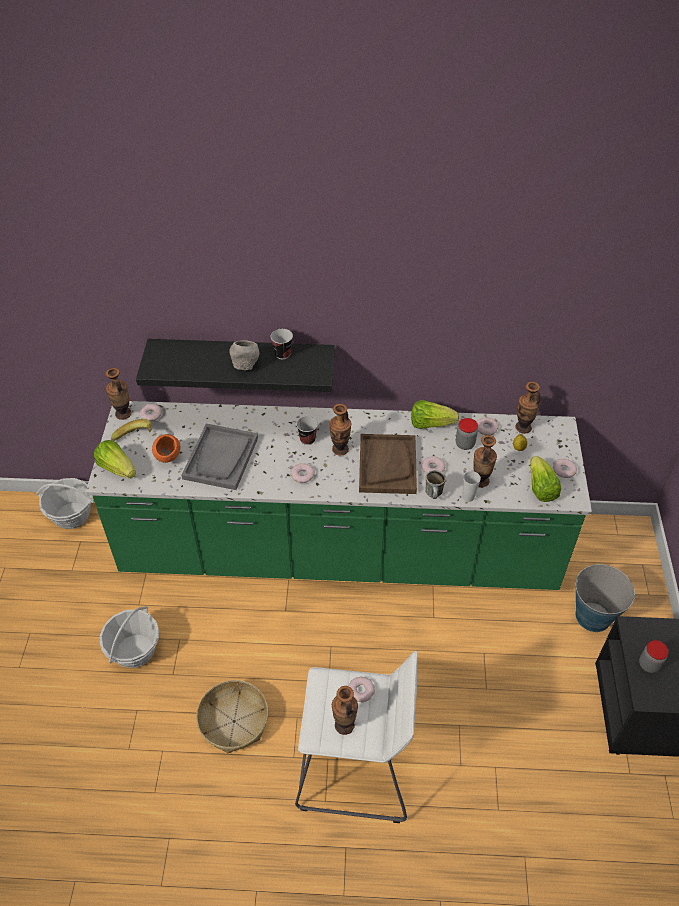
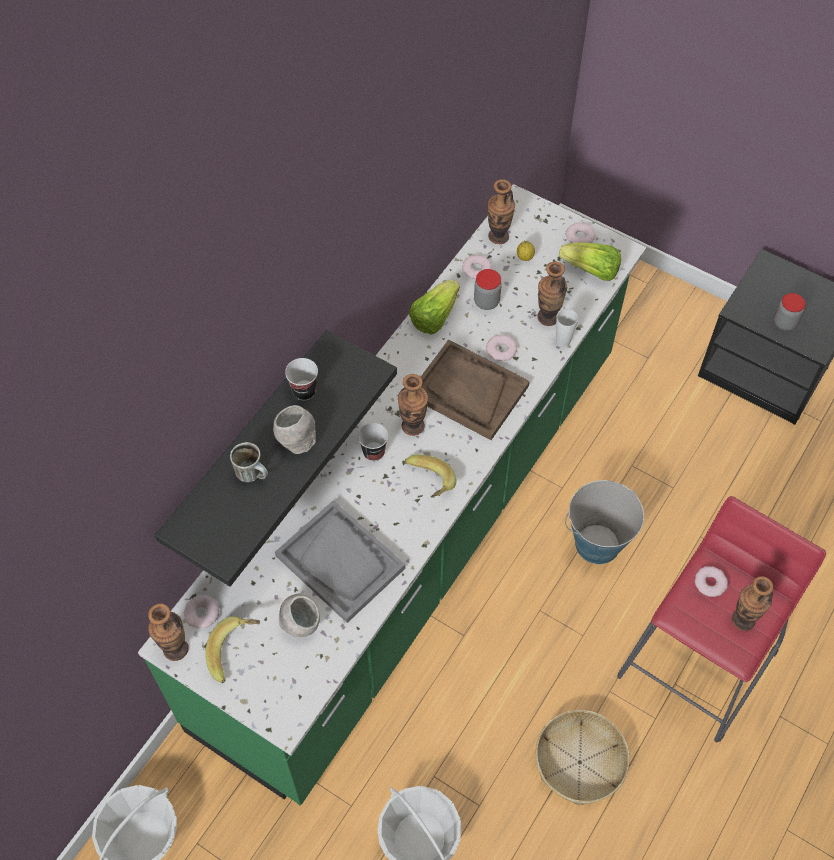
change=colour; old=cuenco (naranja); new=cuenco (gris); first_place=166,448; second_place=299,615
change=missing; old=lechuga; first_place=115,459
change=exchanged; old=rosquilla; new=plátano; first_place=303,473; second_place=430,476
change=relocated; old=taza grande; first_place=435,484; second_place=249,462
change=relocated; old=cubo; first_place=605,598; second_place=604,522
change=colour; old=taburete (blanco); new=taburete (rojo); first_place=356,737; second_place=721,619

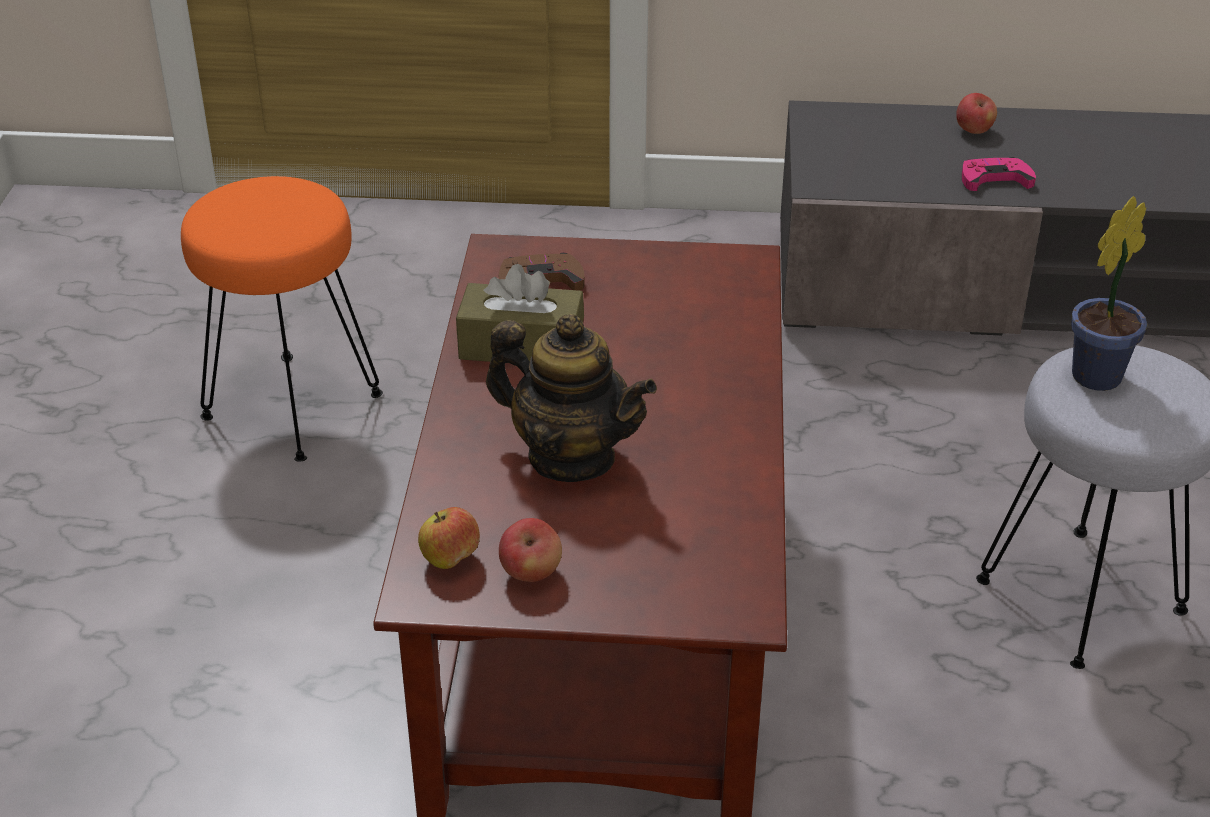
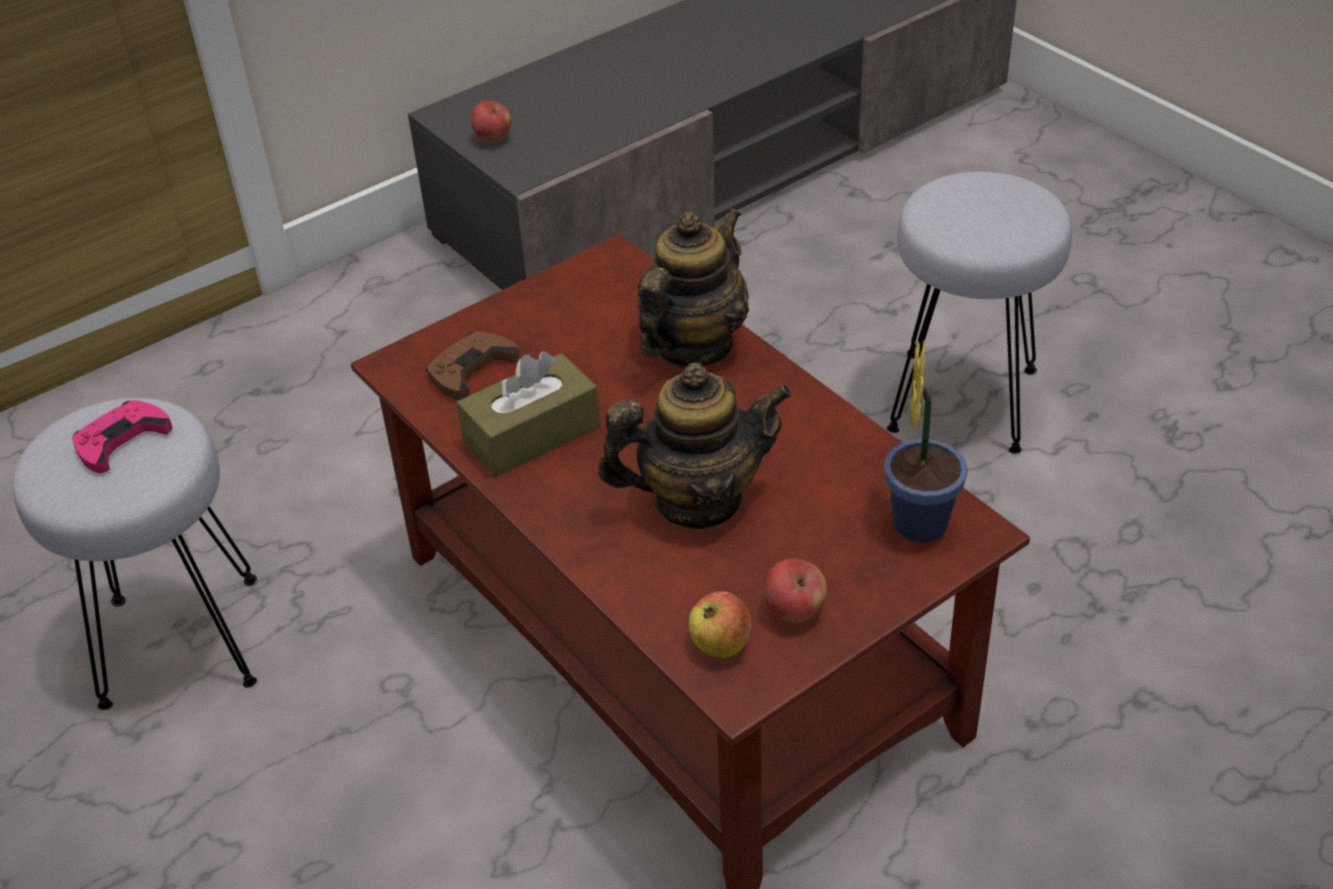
change=relocated; old=manzana; first_place=976,113; second_place=491,121
change=relocated; old=mando de consola (rosa); first_place=999,174; second_place=122,436
change=colour; old=taburete (naranja); new=taburete (gris); first_place=282,319; second_place=135,554
change=relocated; old=planta en maceta; first_place=1109,293; second_place=926,442
change=appeared; new=tetera; second_place=693,287

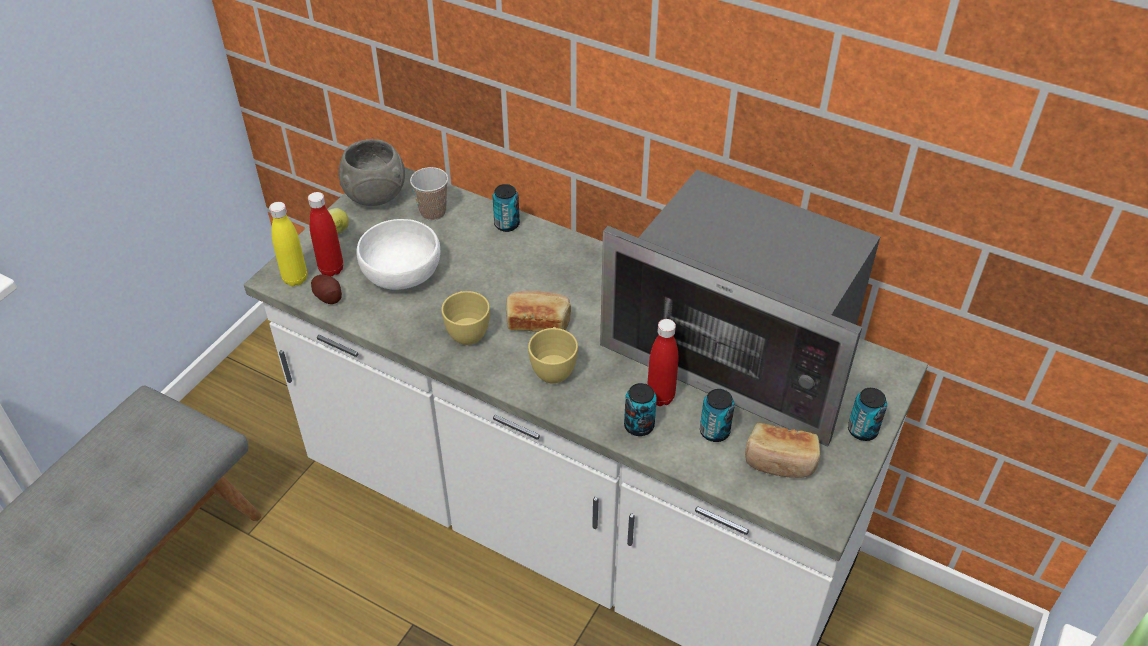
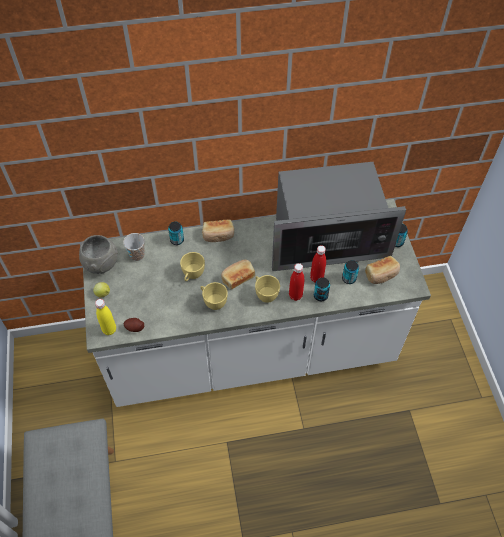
change=relocated; old=botella (rojo); first_place=325,234; second_place=296,282
change=missing; old=cuenco (blanco); first_place=398,254
change=appeared; new=pan; second_place=218,231
change=appeared; new=taza (amarillo); second_place=192,266

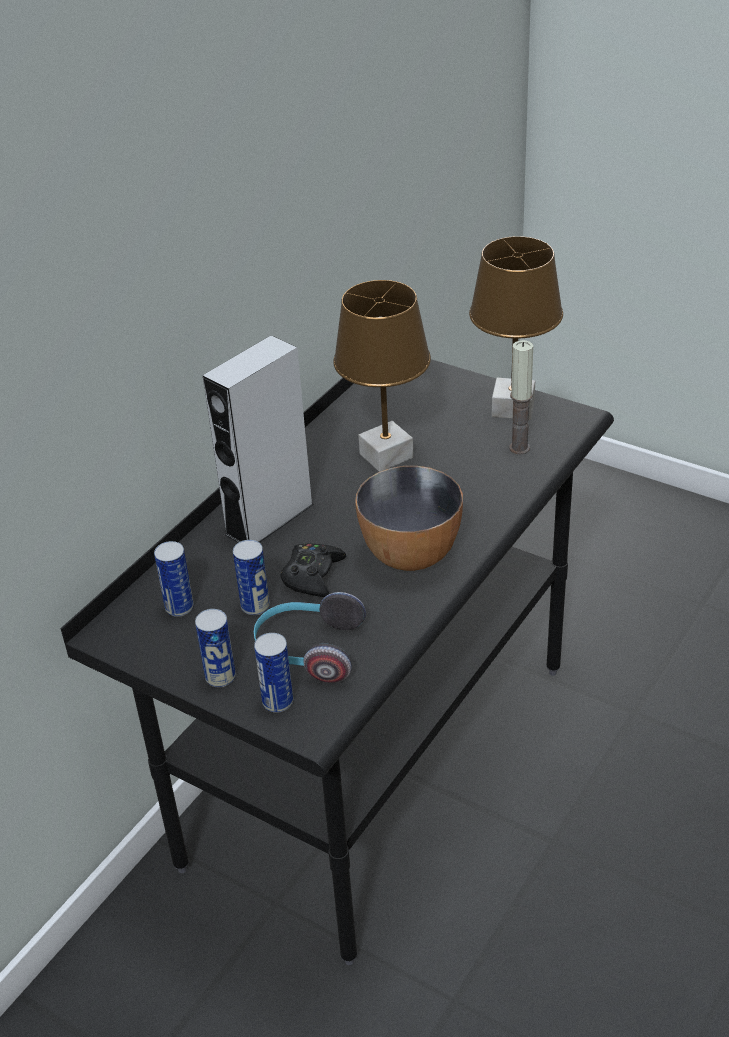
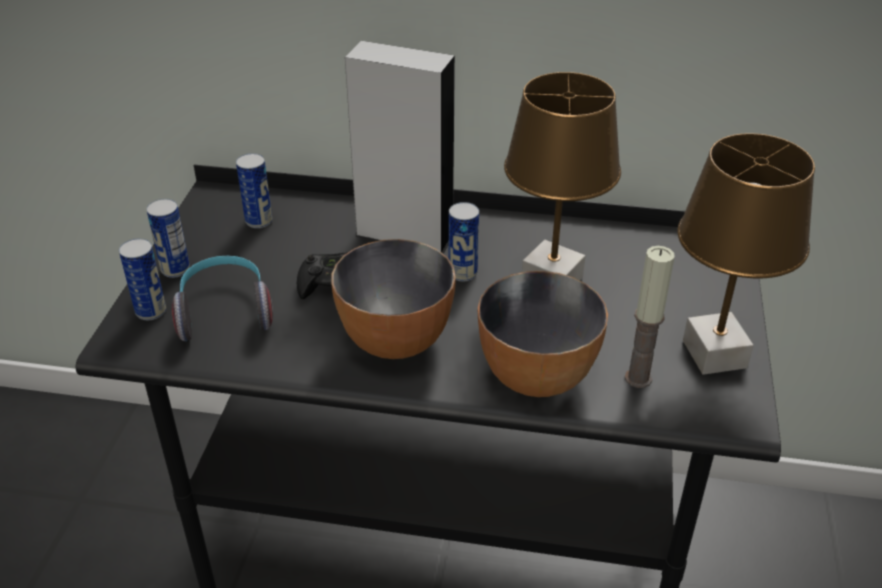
change=relocated; old=lata; first_place=251,577; second_place=464,241
change=appeared; new=cuenco; second_place=543,334

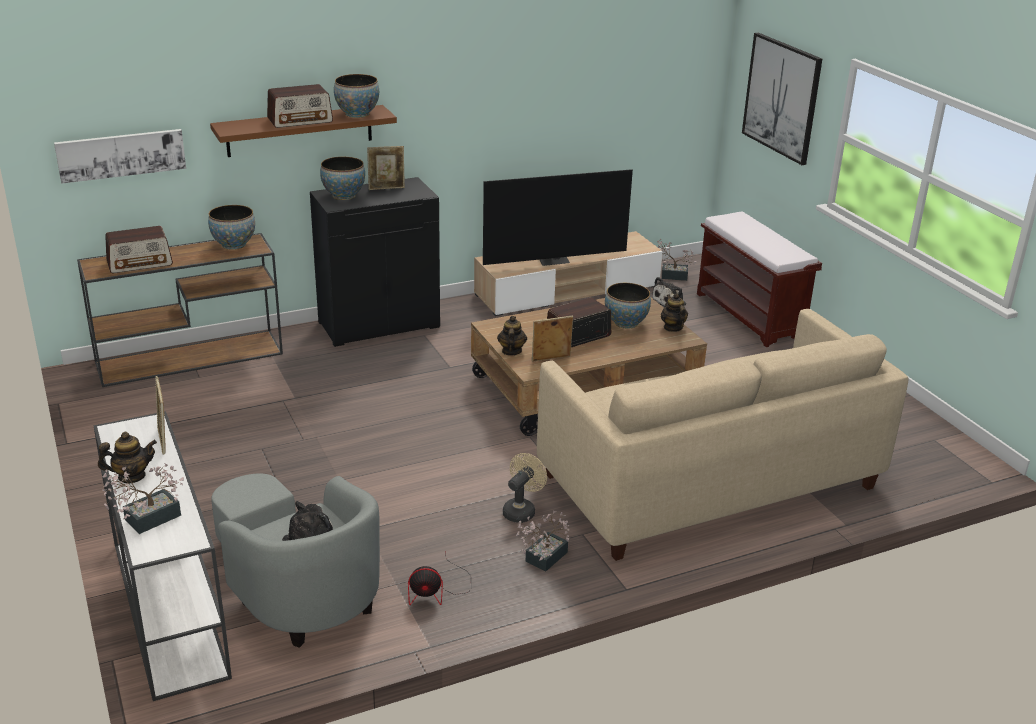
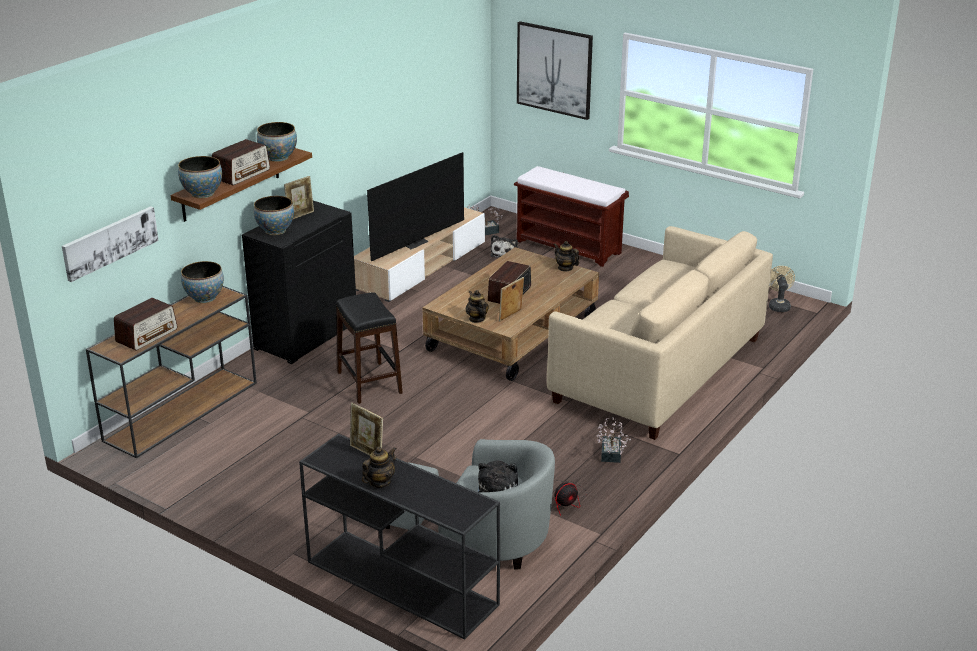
change=relocated; old=cuenco; first_place=628,306; second_place=200,177
change=colour; old=mesa consola (blanco); new=mesa consola (negro); first_place=162,556; second_place=399,536
change=relocated; old=ventilador (beis); first_place=525,488; second_place=782,289
change=missing; old=planta en maceta; first_place=143,498
change=appeared; new=taburete (negro); second_place=369,348

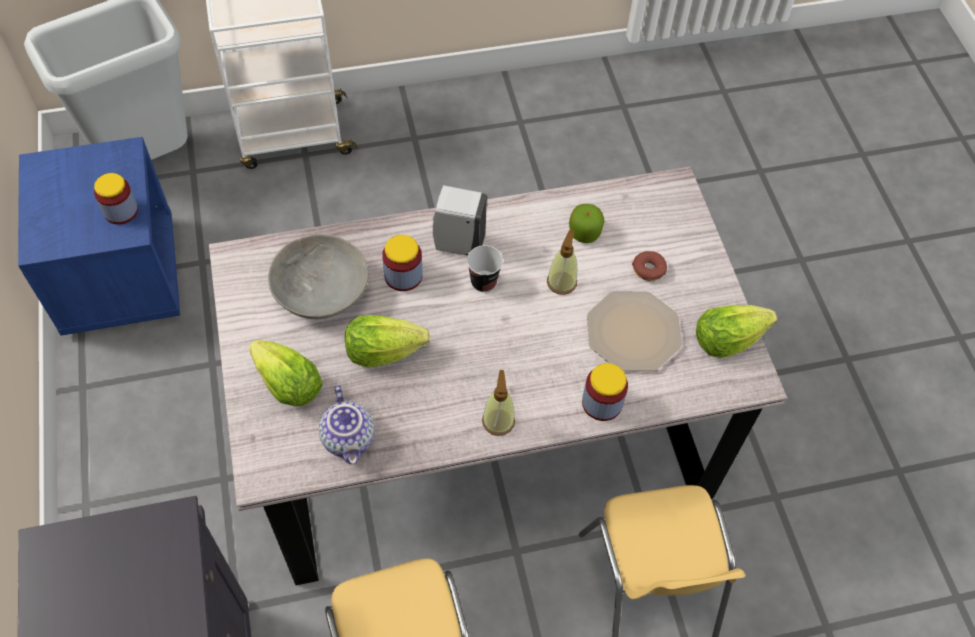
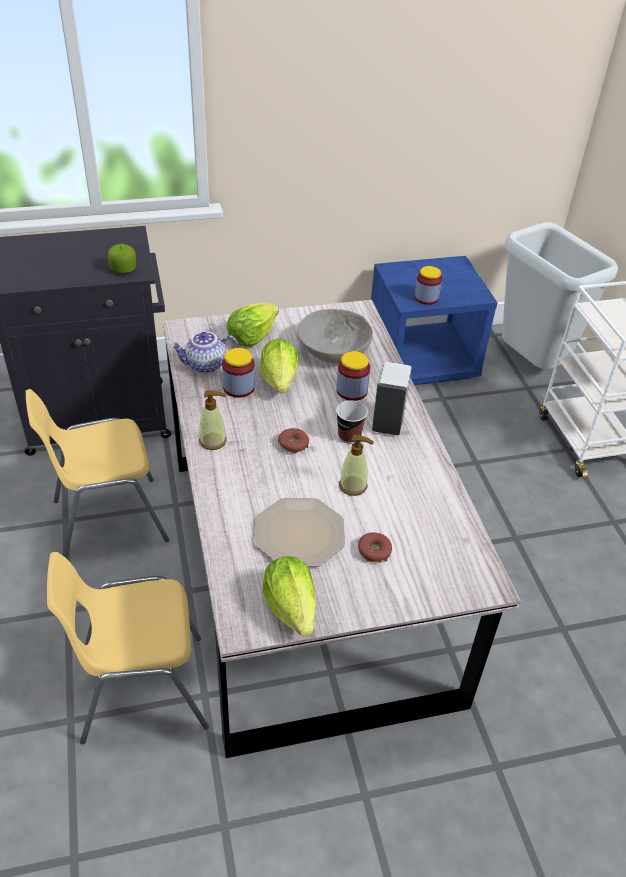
change=relocated; old=manzana; first_place=587,223; second_place=122,258
change=relocated; old=tarro; first_place=605,392; second_place=238,373
change=appeared; new=rosquilla; second_place=293,440

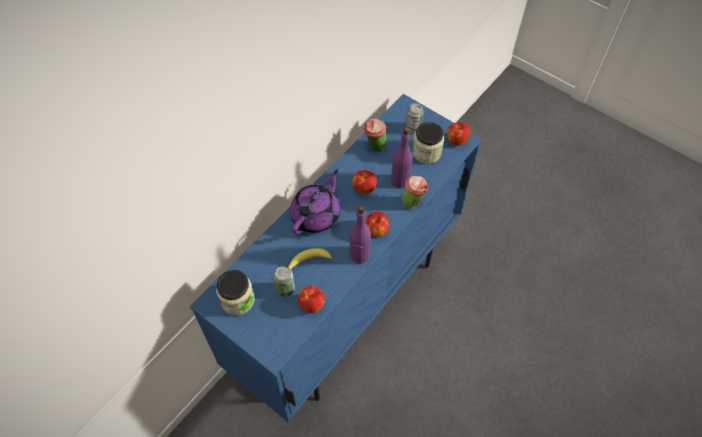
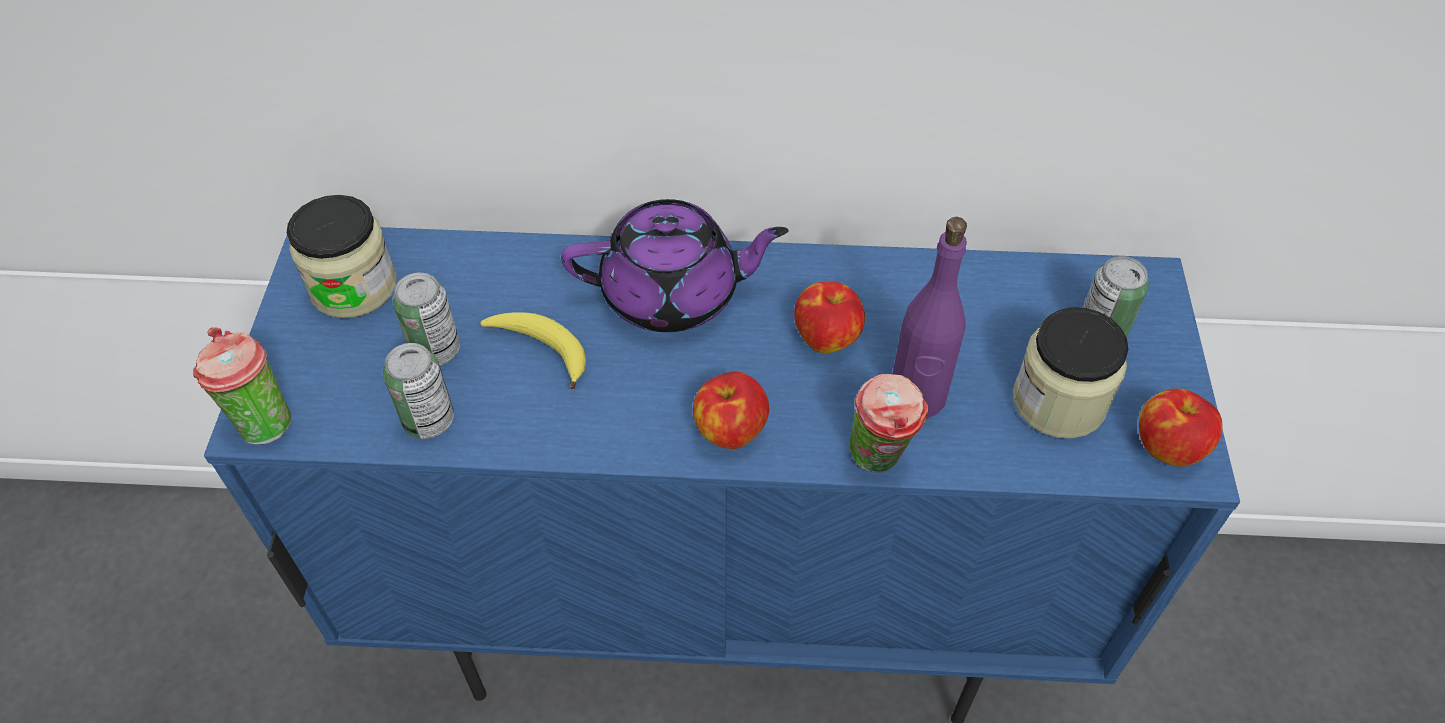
change=relocated; old=taza; first_place=375,135; second_place=242,386
change=missing; old=botella (morado); first_place=360,234
change=exchanged; old=manzana; new=lata; first_place=311,299; second_place=418,391

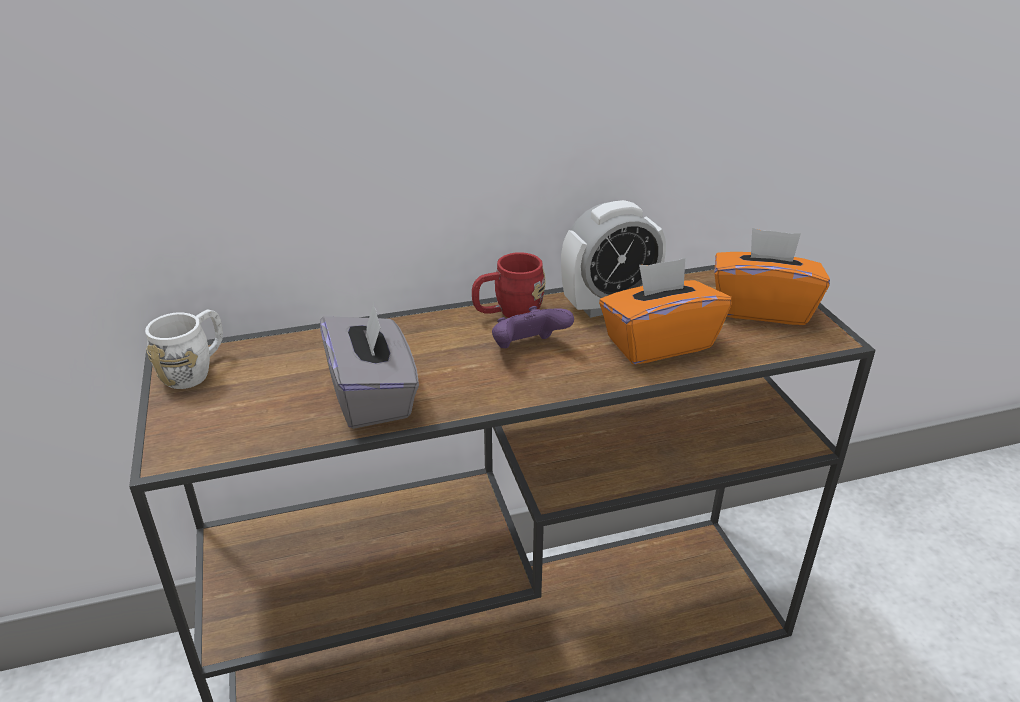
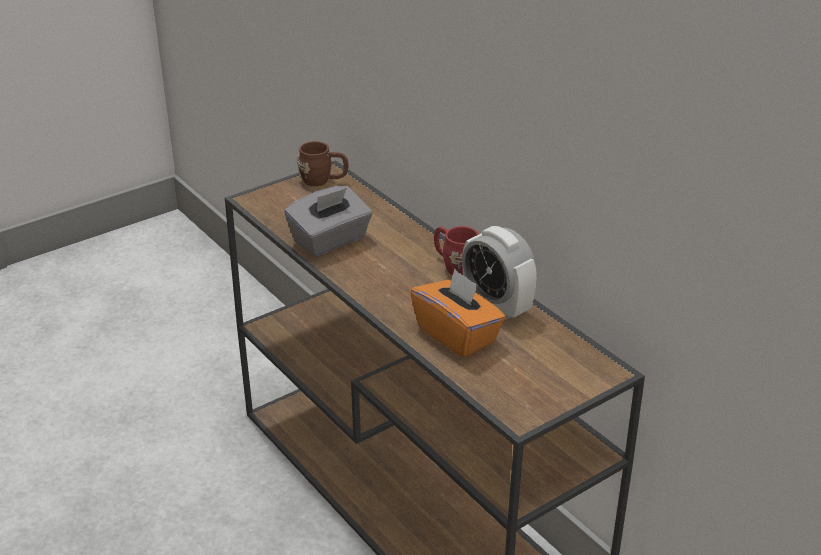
change=missing; old=caja de pañuelos (naranja); first_place=772,276
change=missing; old=mando de consola (morado); first_place=533,327
change=colour; old=taza grande (blanco); new=taza grande (marrón); first_place=184,349; second_place=322,163

